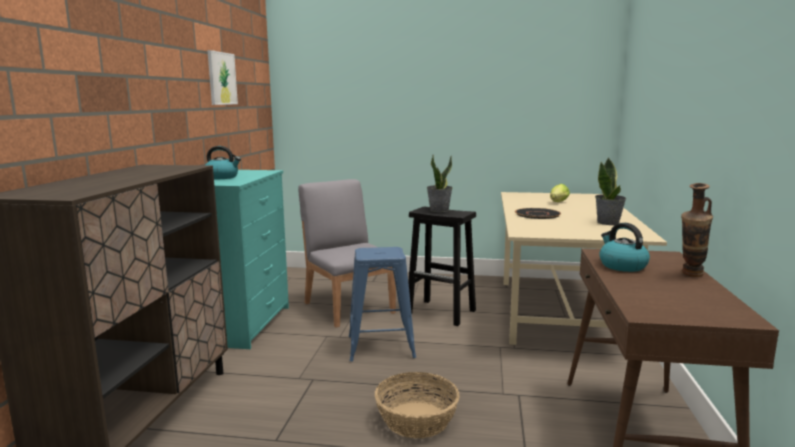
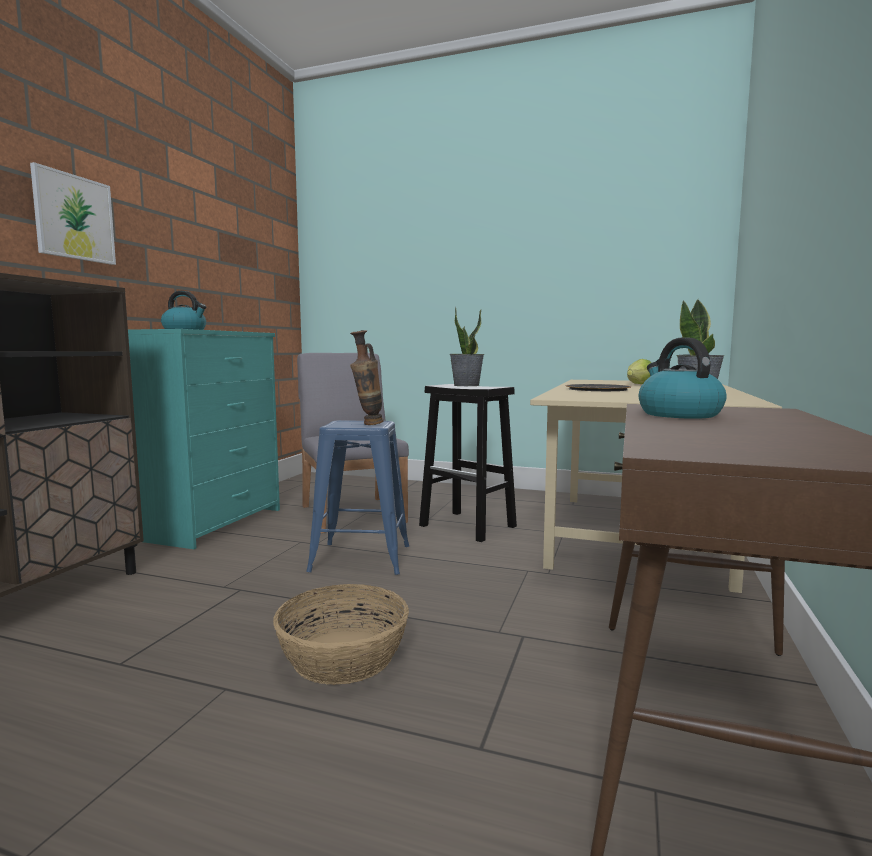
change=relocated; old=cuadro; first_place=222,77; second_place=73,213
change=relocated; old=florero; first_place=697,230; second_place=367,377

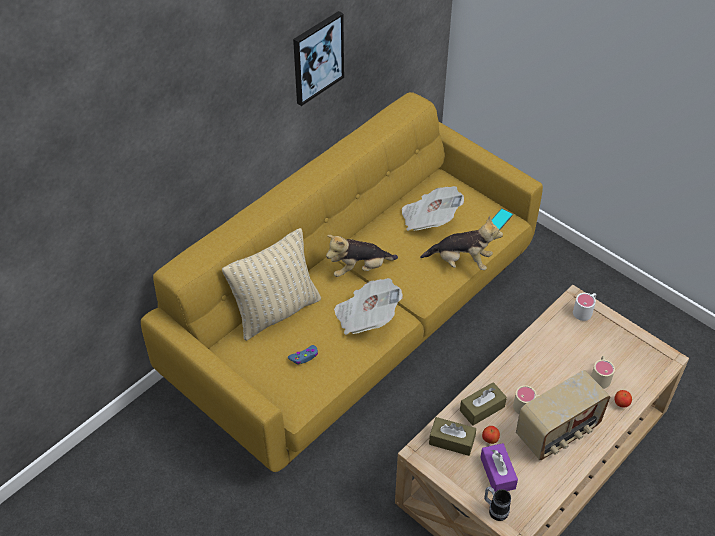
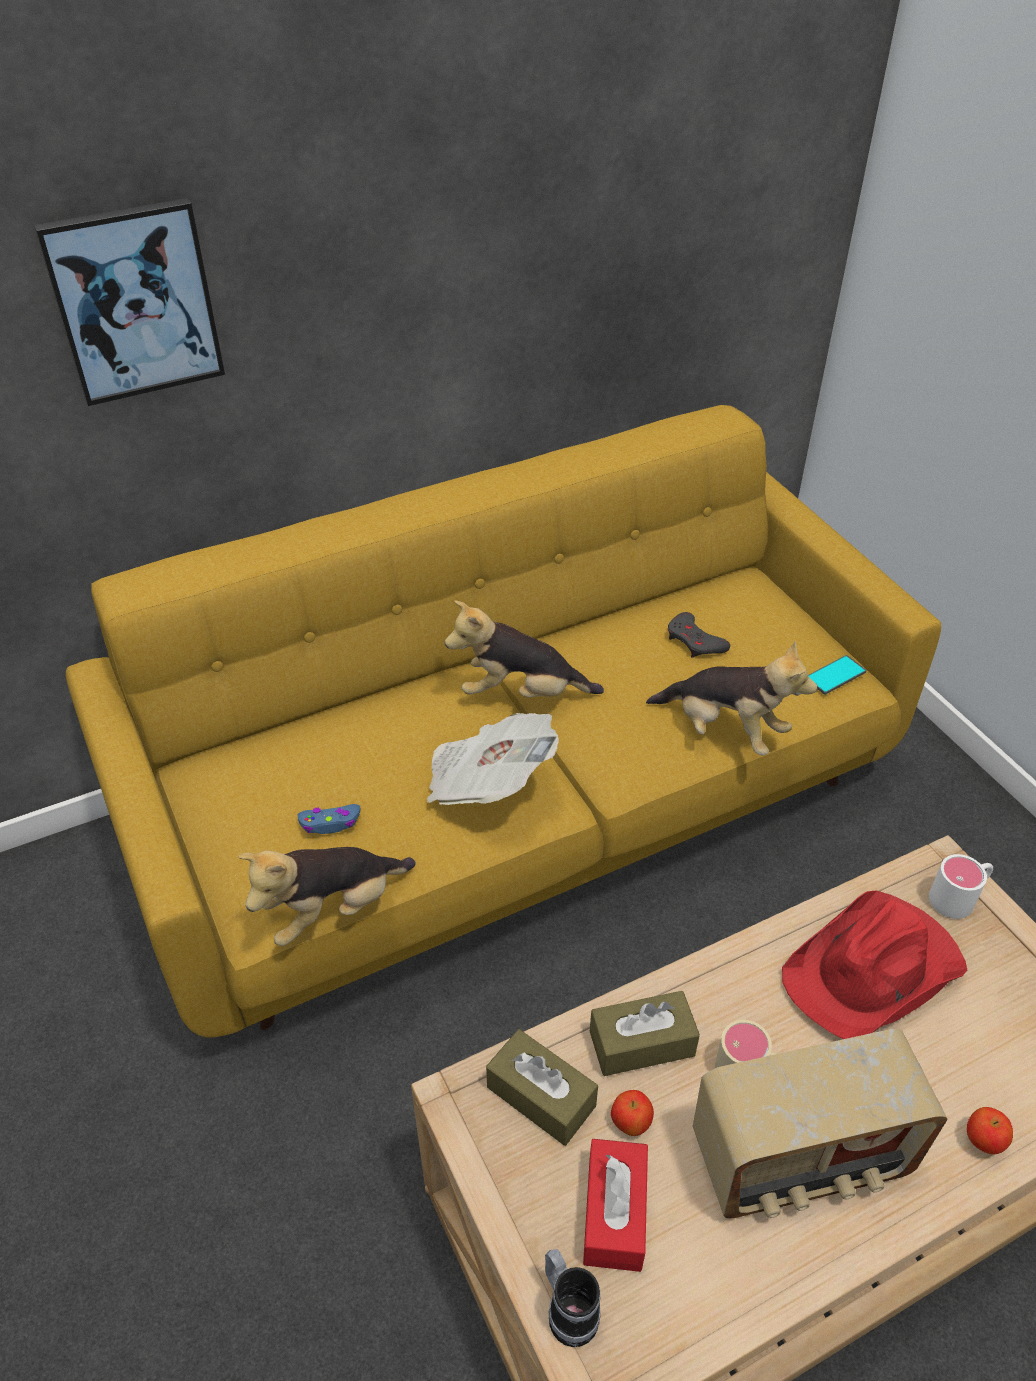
change=relocated; old=cuadro; first_place=318,58; second_place=129,302
change=exchanged; old=periódico; new=mando de consola (gris); first_place=433,208; second_place=699,635
change=missing; old=cojín (beis); first_place=271,284
change=missing; old=taza grande (beis); first_place=603,372
change=colour; old=caja de pañuelos (morado); new=caja de pañuelos (rojo); first_place=499,467; second_place=615,1205
change=appeared; new=peluche; second_place=327,896
change=appeared; new=sombrero (rojo); second_place=875,964

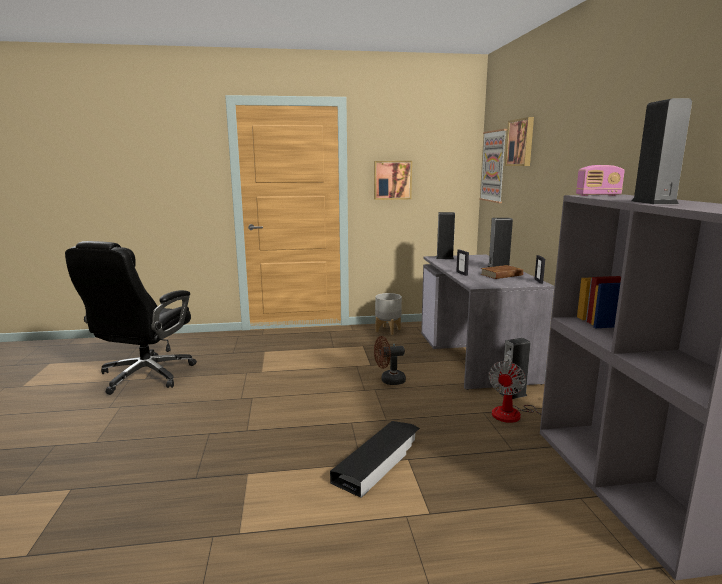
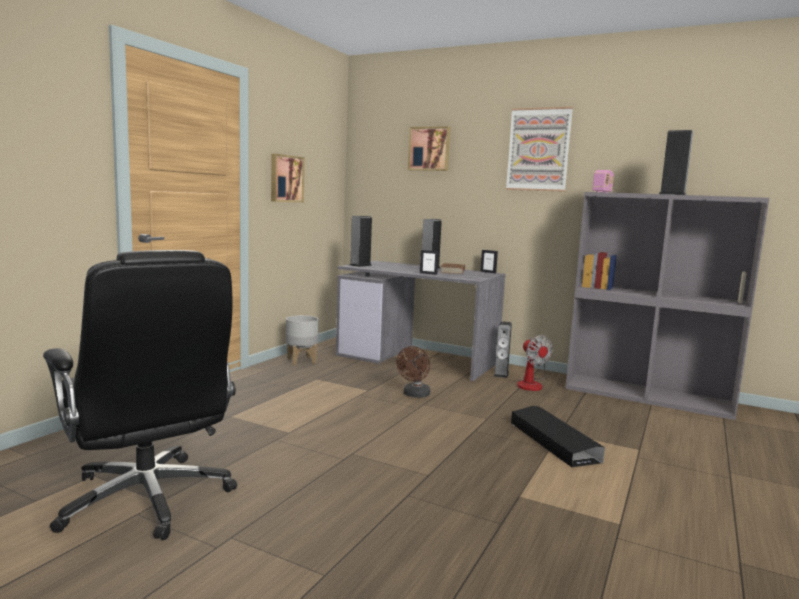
change=relocated; old=cuadro; first_place=493,166; second_place=539,149

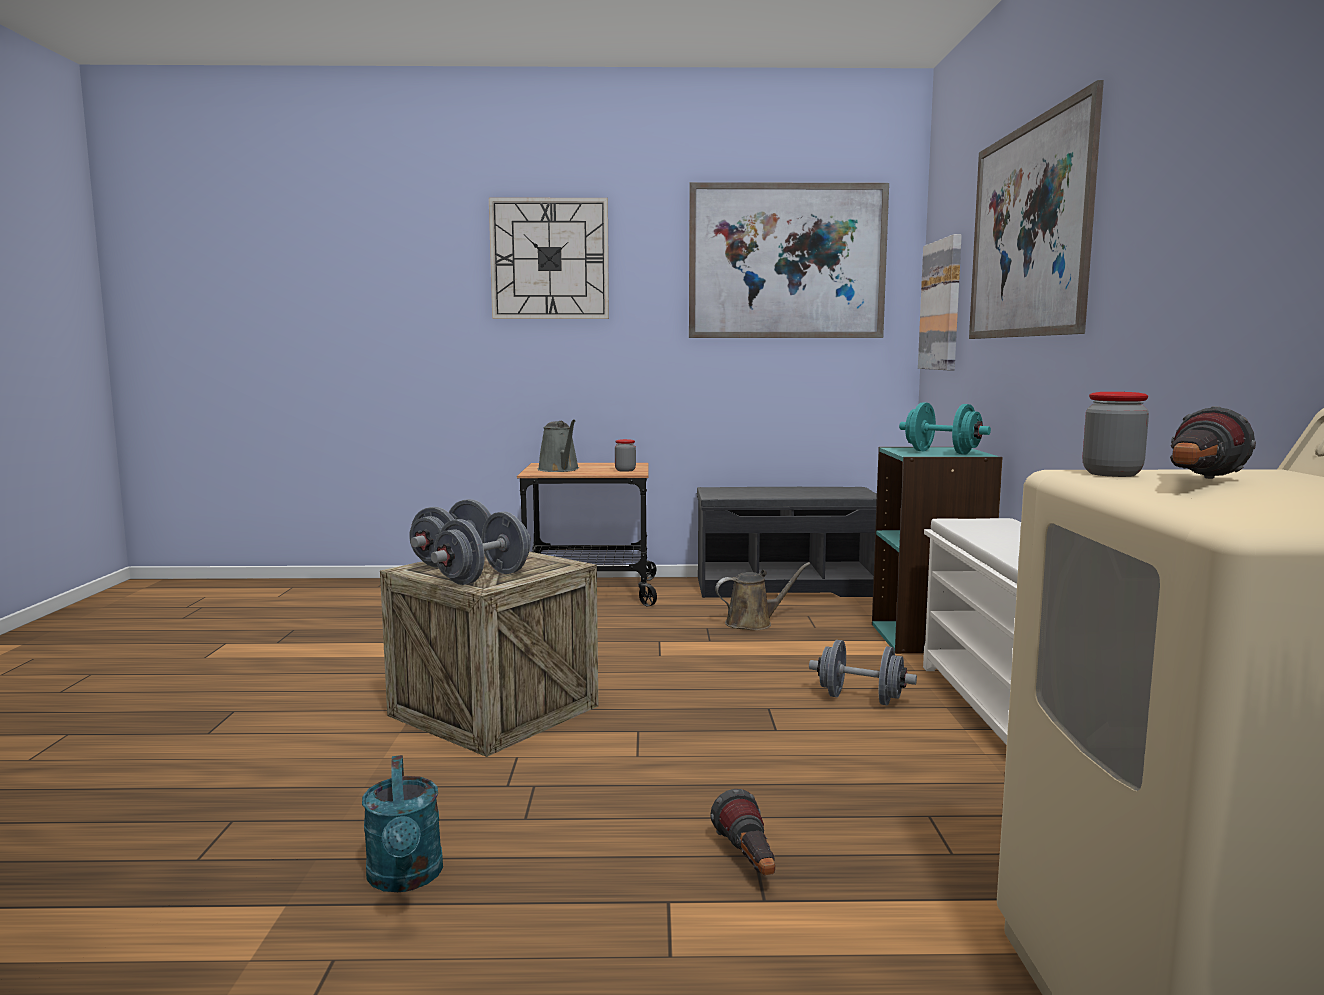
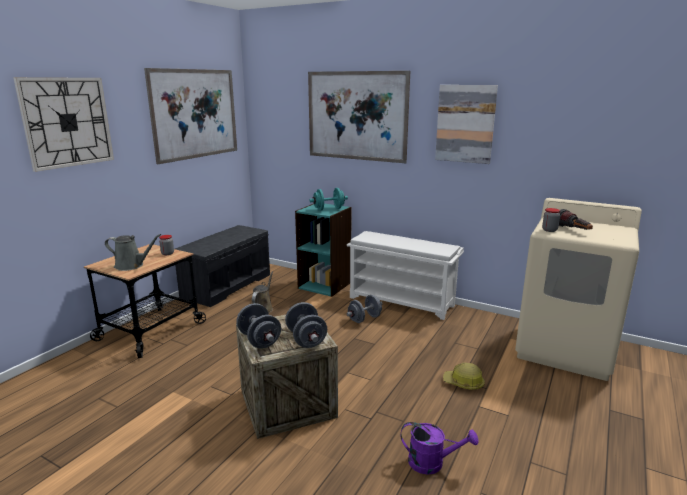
change=relocated; old=cuadro; first_place=940,302; second_place=466,124
change=colour; old=regadera (turquesa); new=regadera (morado); first_place=402,823; second_place=440,448
change=exchanged; old=linterna; new=casco; first_place=742,832; second_place=464,376

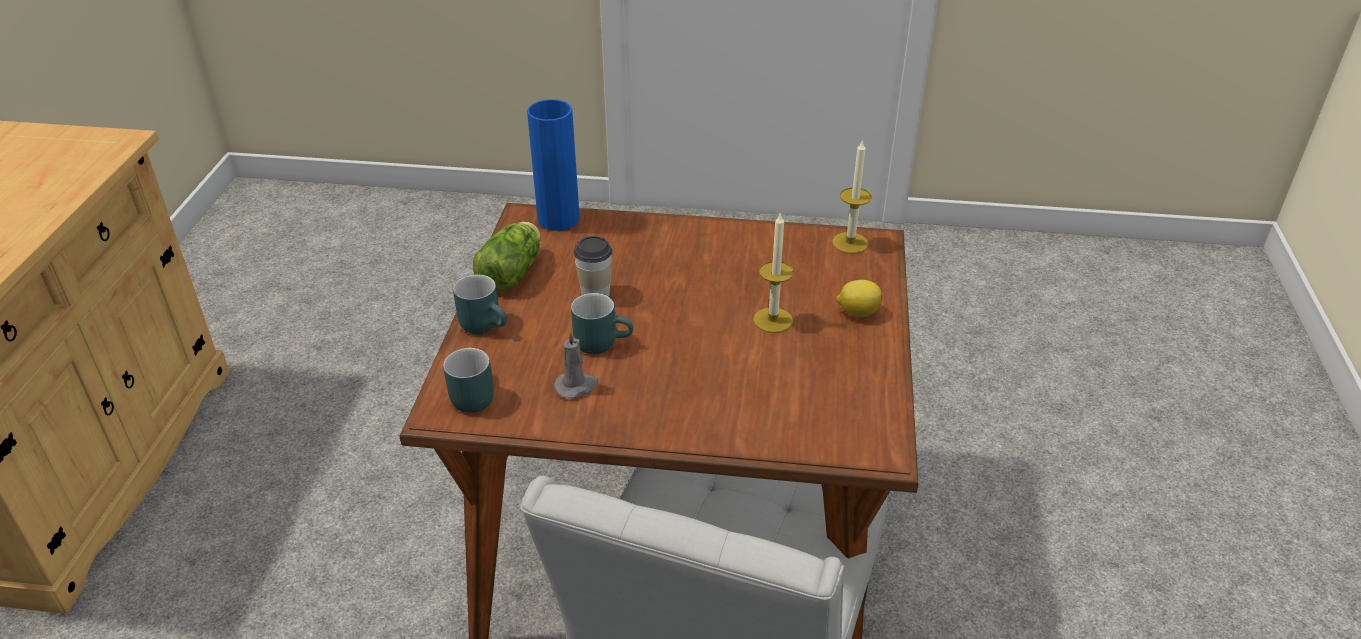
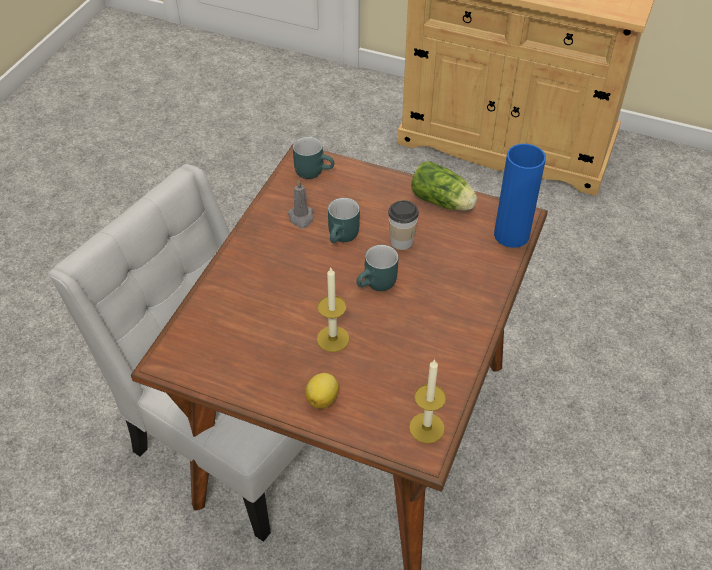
change=relocated; old=taza grande (turquesa); first_place=480,304; second_place=377,268

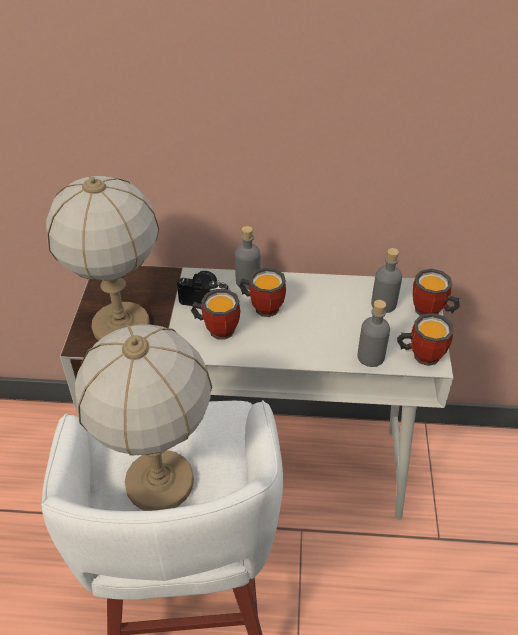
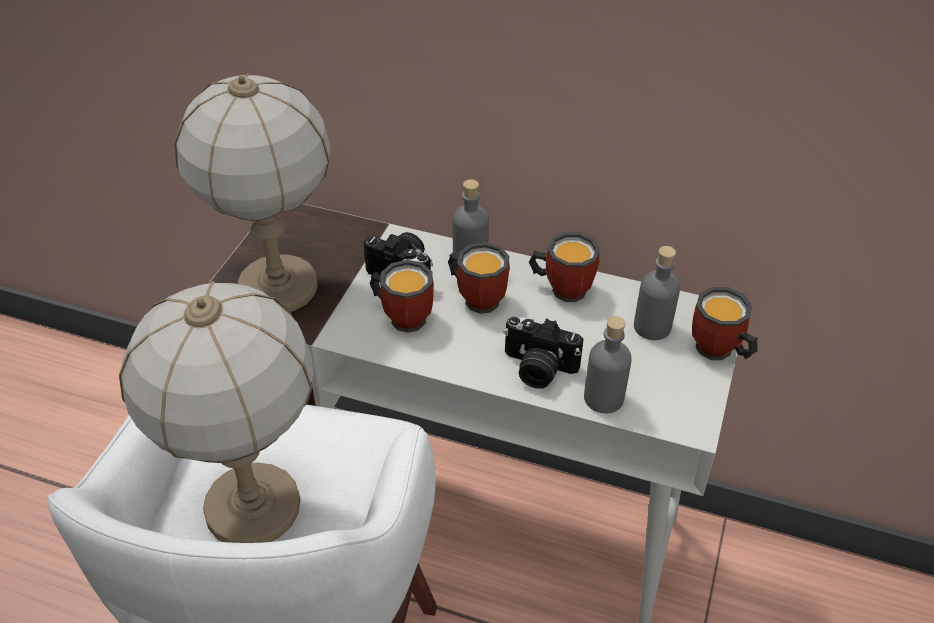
change=relocated; old=taza grande; first_place=425,339; second_place=564,267
change=appeared; new=cámara; second_place=543,353

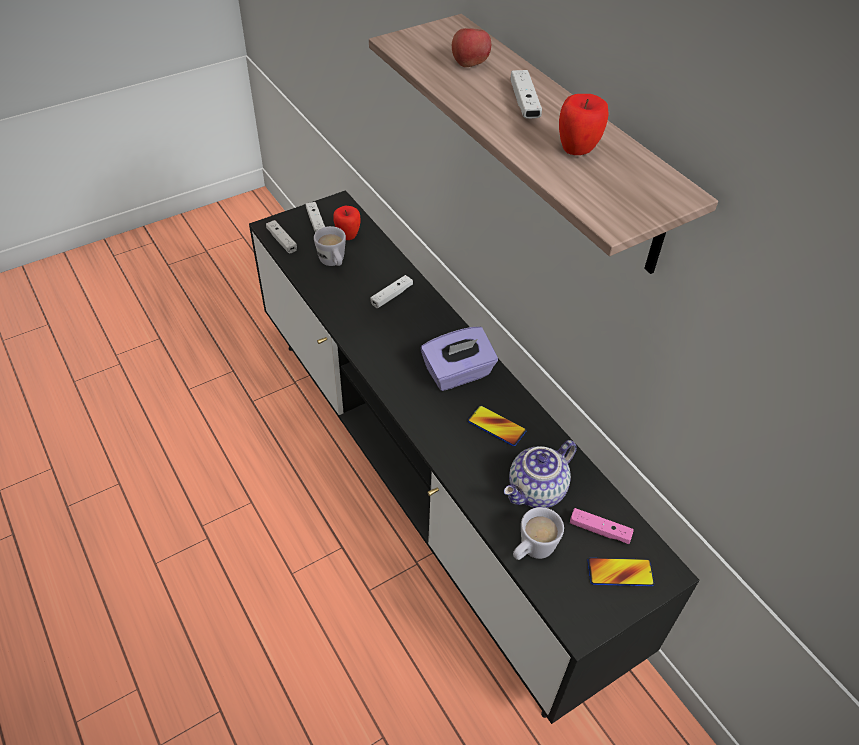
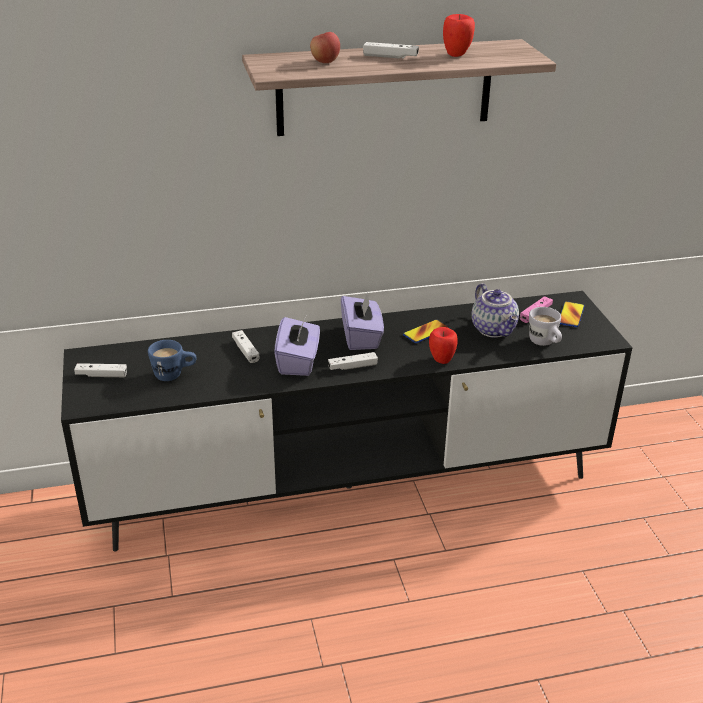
change=relocated; old=manzana; first_place=347,223; second_place=443,345
change=relocated; old=mando de consola (blanco); first_place=281,236; second_place=353,361
change=colour; old=taza grande (blanco); new=taza grande (azul); first_place=330,246; second_place=172,360
change=appeared; new=caja de pañuelos (morado); second_place=297,346

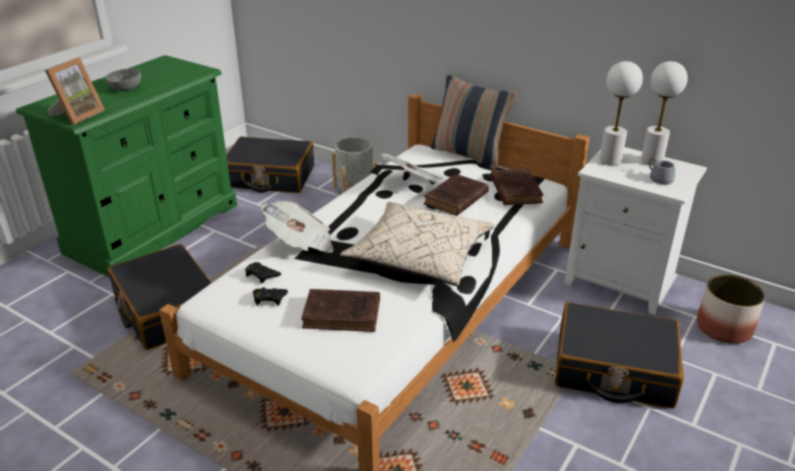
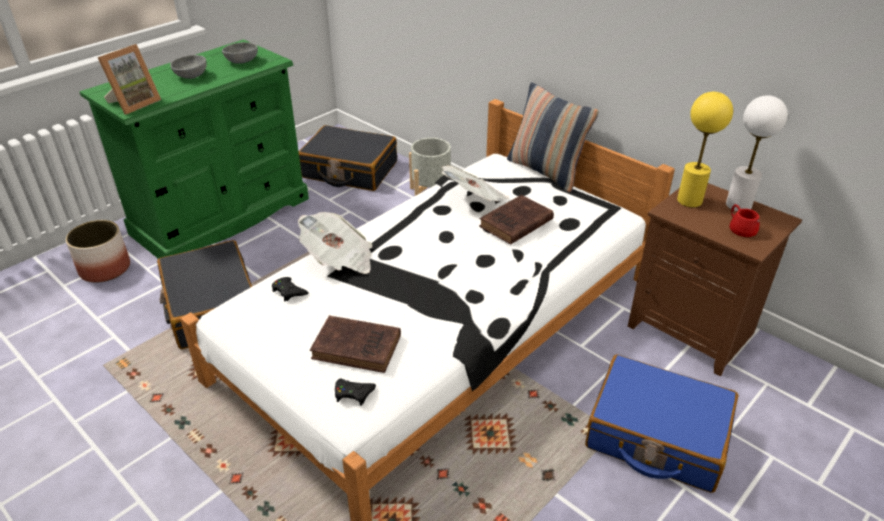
change=colour; old=lámpara de mesa (blanco); new=lámpara de mesa (amarillo); first_place=621,113; second_place=705,149
change=colour; old=mesita de noche (blanco); new=mesita de noche (marrón); first_place=636,231; second_place=715,280
change=colour; old=taza grande (gris); new=taza grande (rojo); first_place=662,171; second_place=744,220
change=missing; old=libro (marrón); first_place=516,186
change=missing; old=cojín (beis); first_place=417,244
change=relocated; old=maceta; first_place=731,309; second_place=98,251
change=relocated; old=mando de consola (negro); first_place=270,296; second_place=355,392
change=colour; old=maleta (negro); new=maleta (azul); first_place=619,355; second_place=661,423
change=appeared; new=cuenco (gris); second_place=240,53

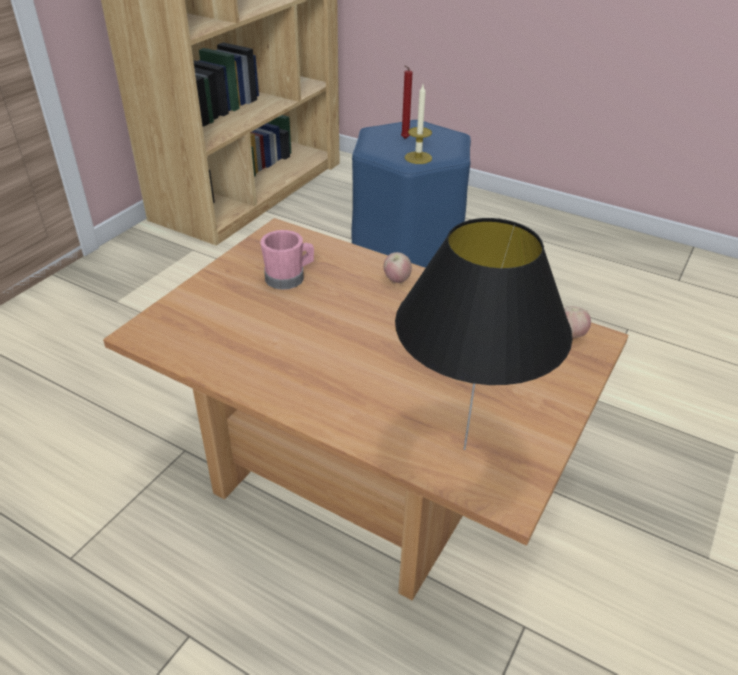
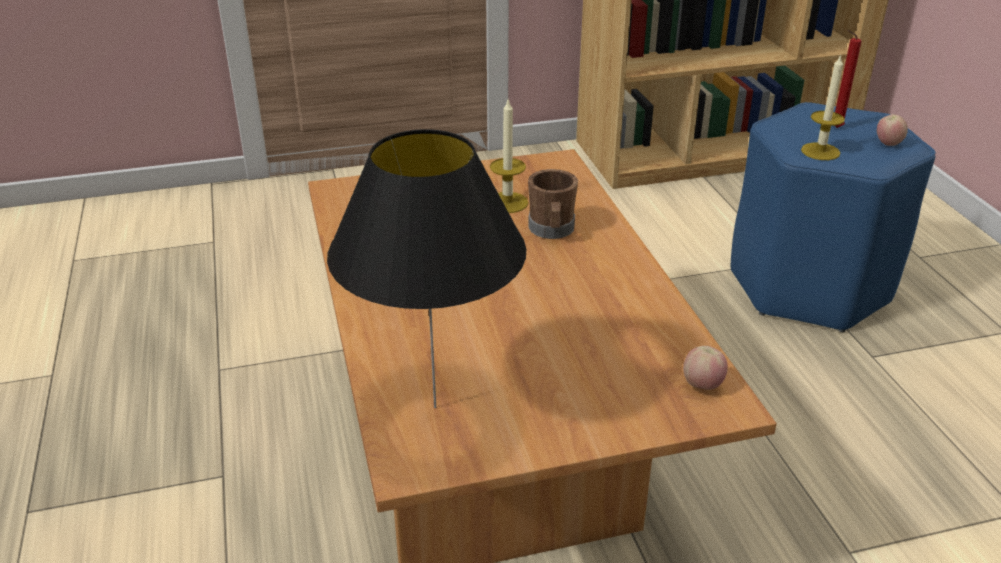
change=exchanged; old=taza grande (rosa); new=vela; first_place=287,260; second_place=509,156
change=relocated; old=manzana; first_place=398,267; second_place=892,130
change=appeared; new=taza grande (marrón); second_place=553,204

